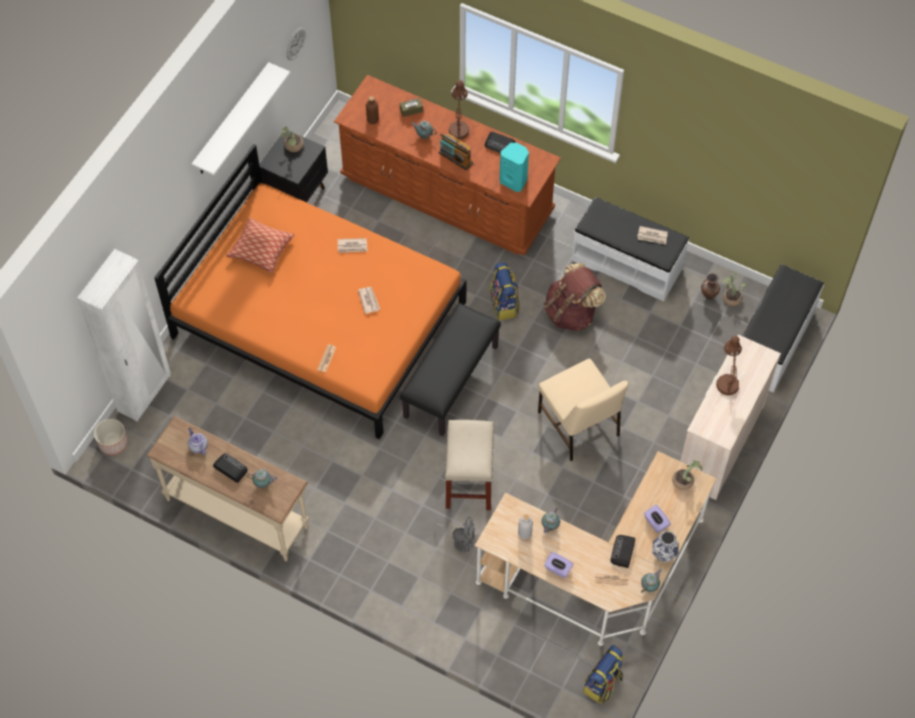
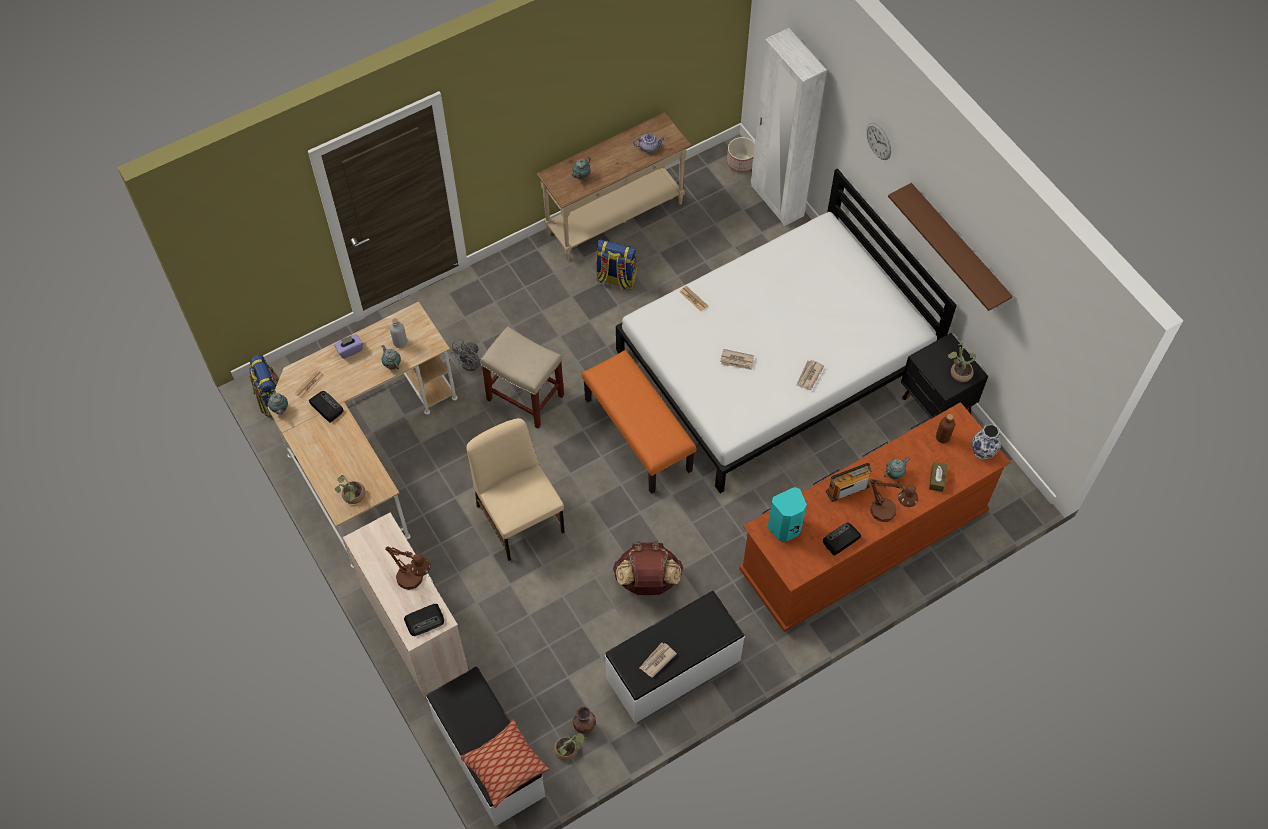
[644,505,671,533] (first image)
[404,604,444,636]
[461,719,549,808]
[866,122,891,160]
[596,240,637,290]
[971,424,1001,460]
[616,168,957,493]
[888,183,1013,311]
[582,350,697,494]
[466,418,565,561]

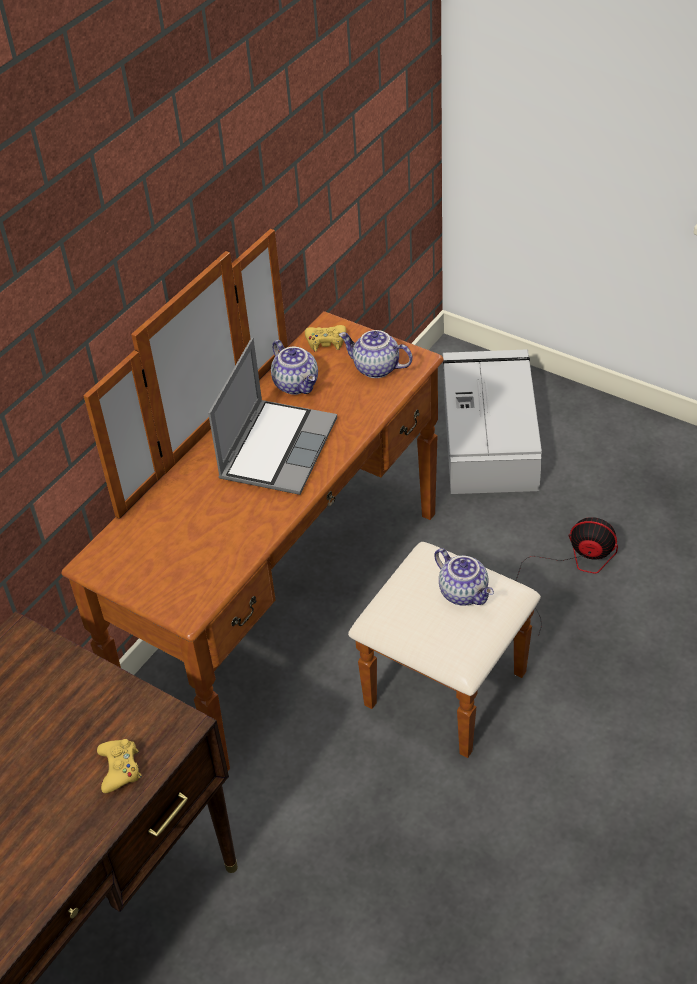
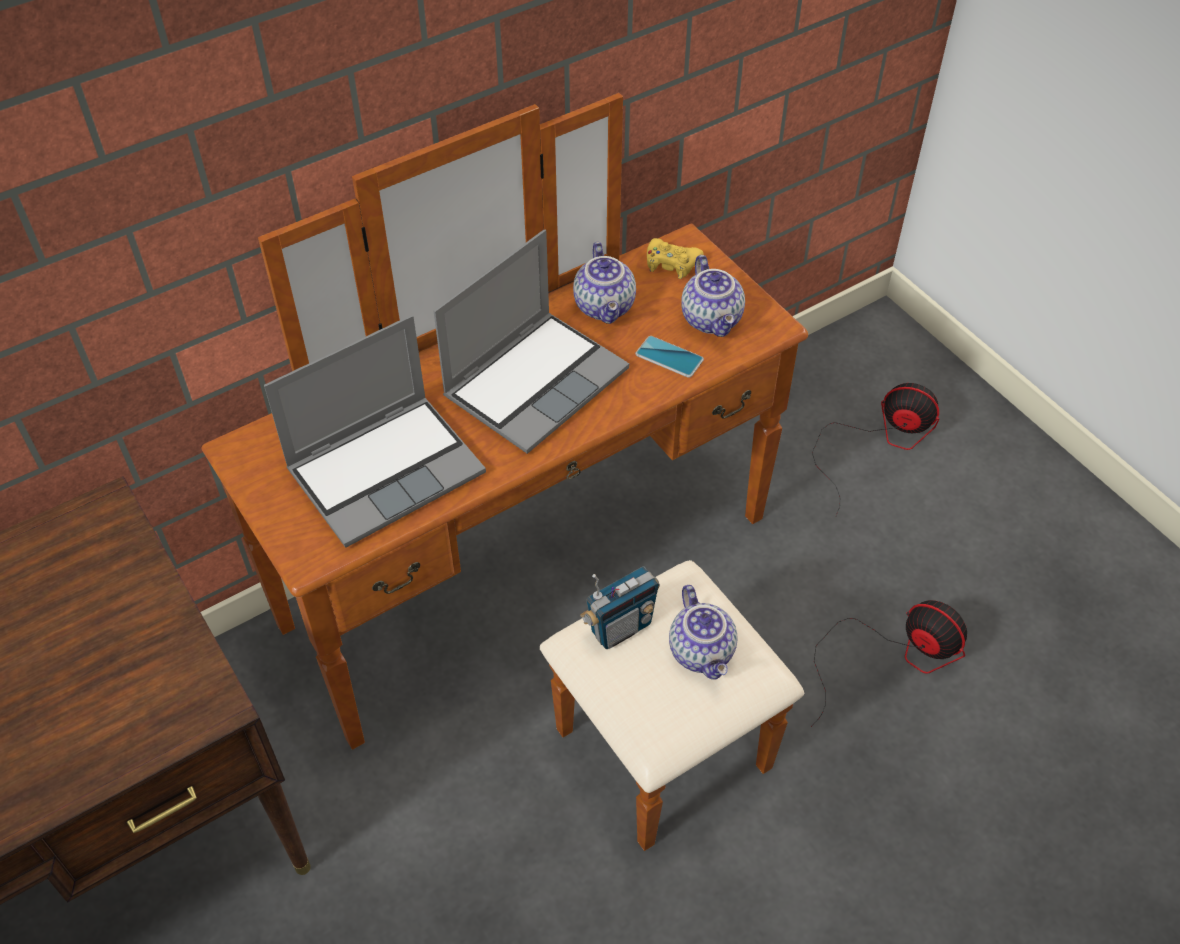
[97,739,142,793] (first image)
[264,315,486,548]
[580,566,660,649]
[635,336,704,378]
[812,383,939,517]
[681,255,745,337]

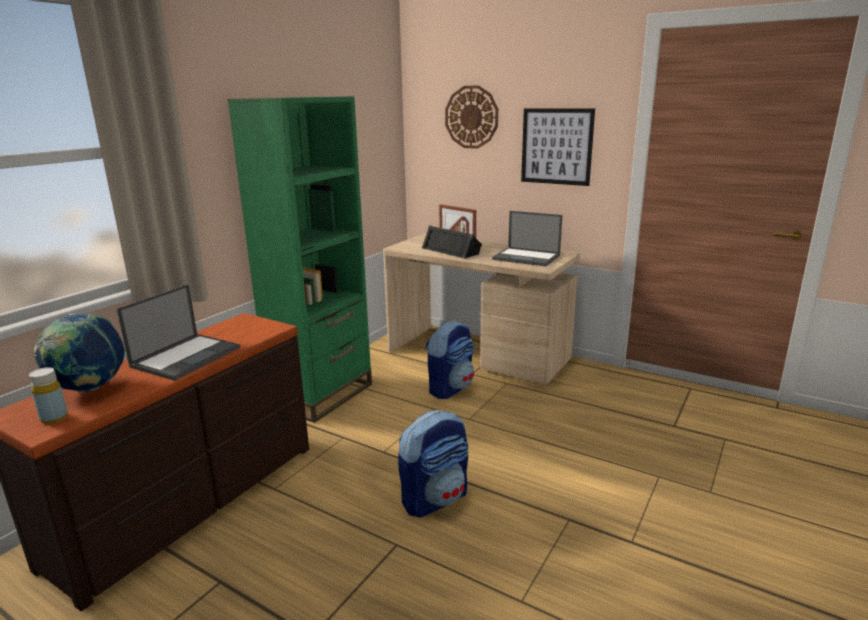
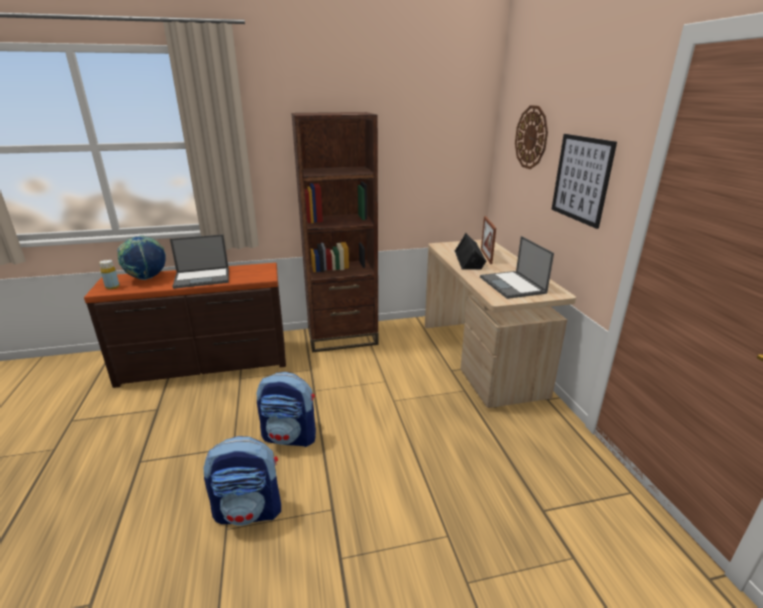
[203,436,281,526]
[291,112,379,352]

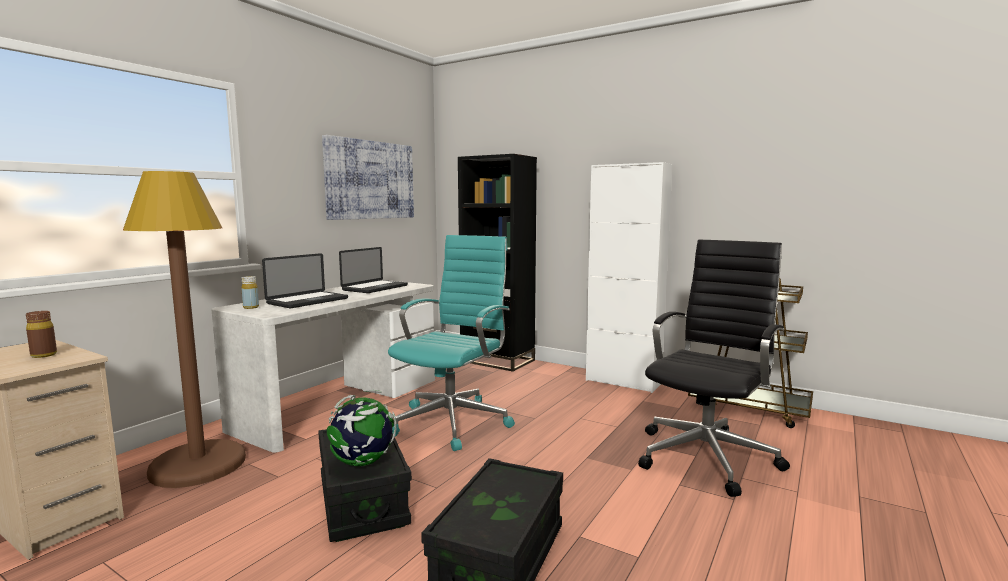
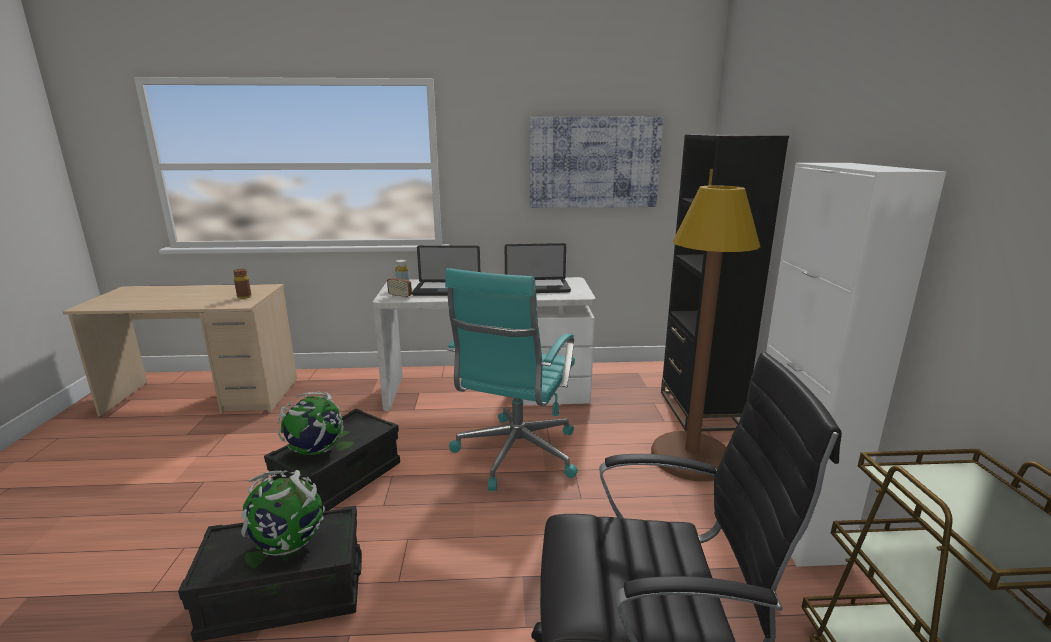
[241,470,325,556]
[387,266,412,299]
[651,185,760,481]
[445,268,578,491]

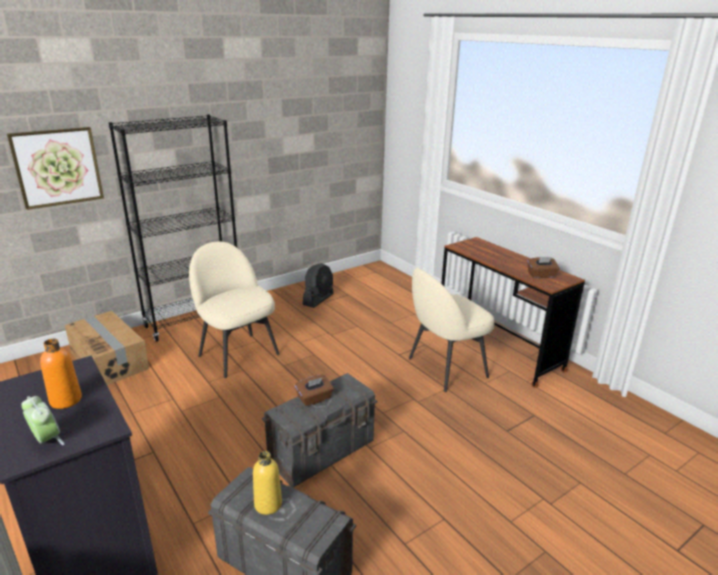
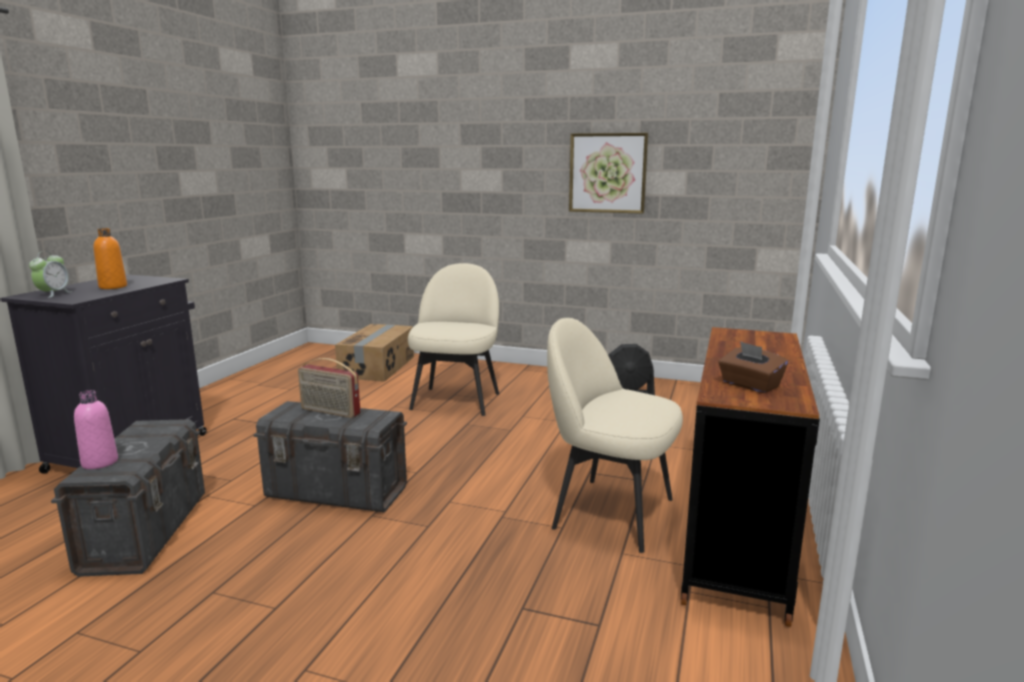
[109,114,237,342] (first image)
[253,451,282,515] (first image)
[74,390,118,469]
[569,133,648,214]
[298,358,360,418]

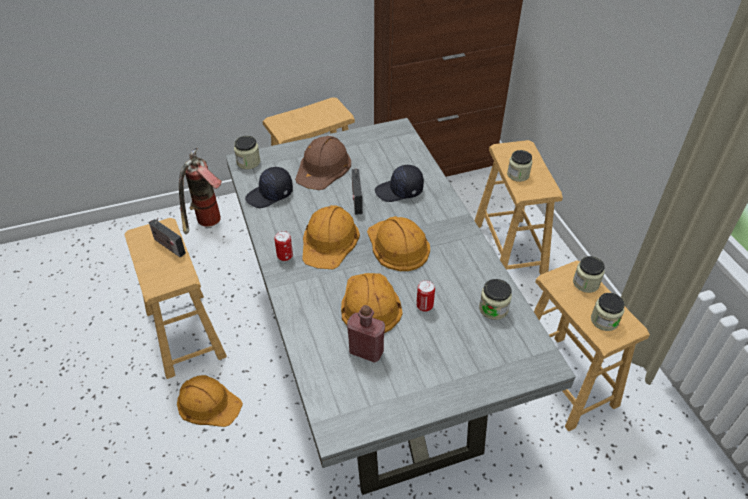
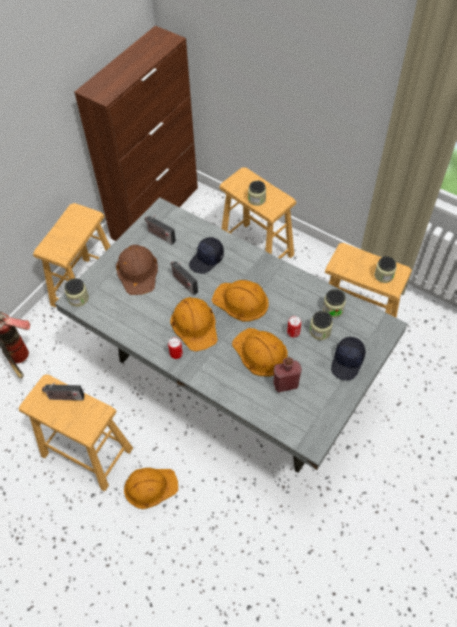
[145,215,176,245]
[331,337,365,381]
[309,311,333,340]

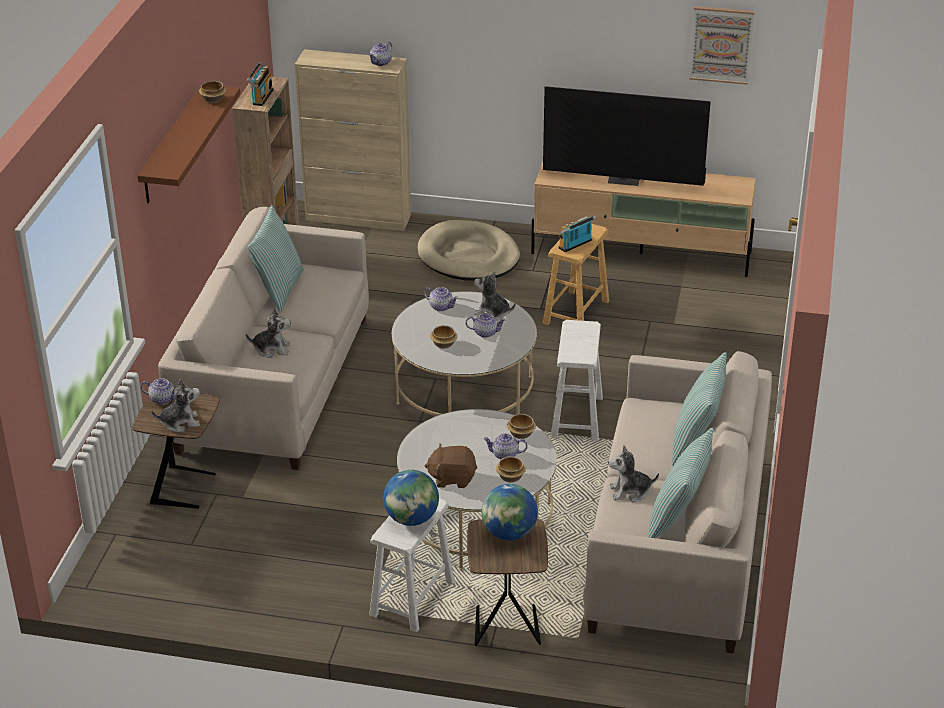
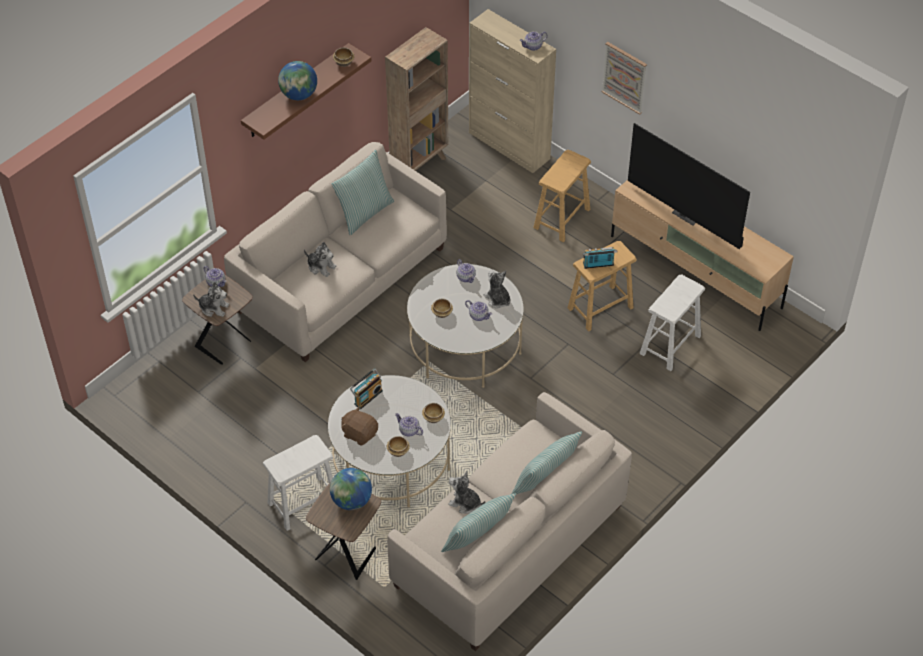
[350,369,383,409]
[278,61,317,100]
[640,275,705,371]
[601,42,647,115]
[533,150,591,242]

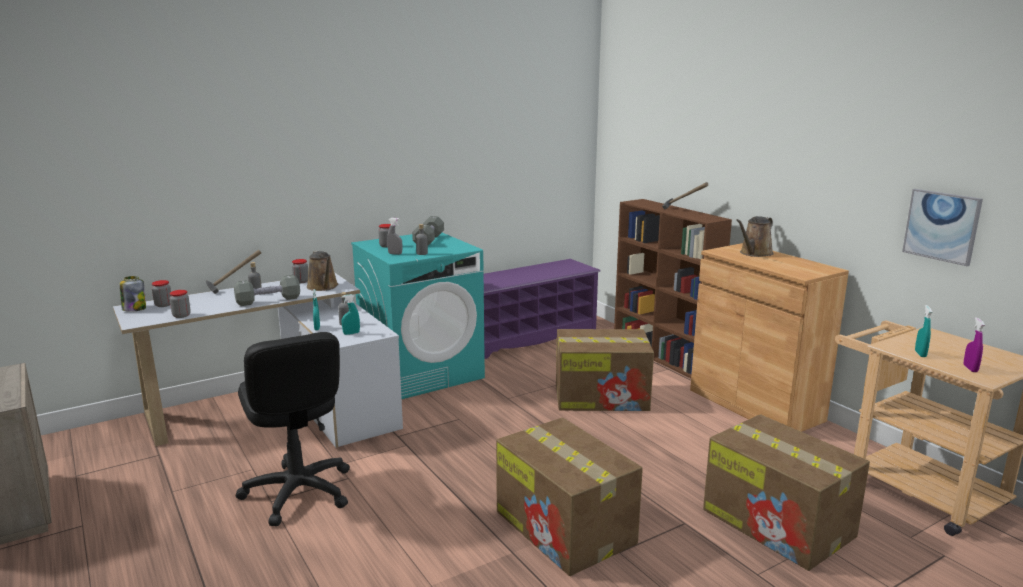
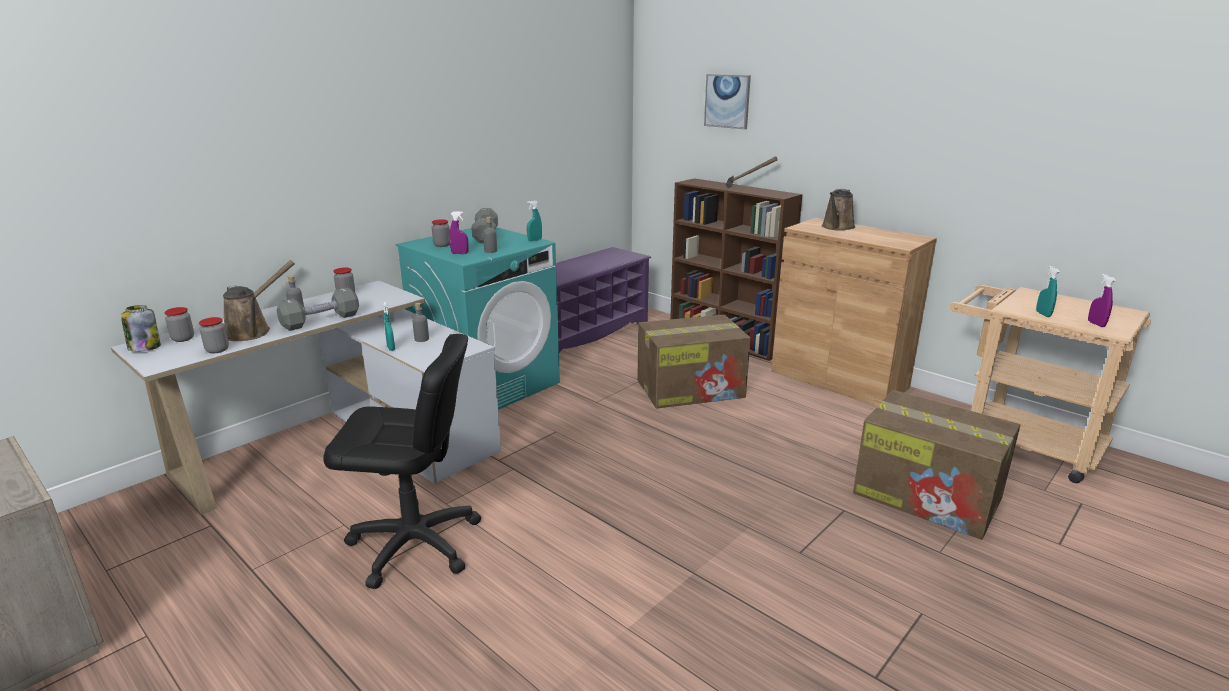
[496,418,643,576] (first image)
[223,285,270,341]
[527,200,542,241]
[704,74,751,129]
[449,211,469,254]
[323,334,481,589]

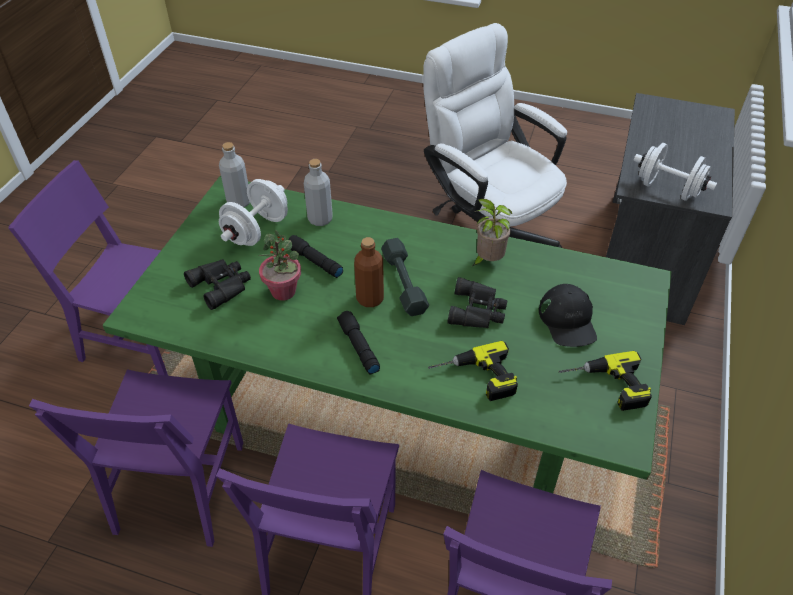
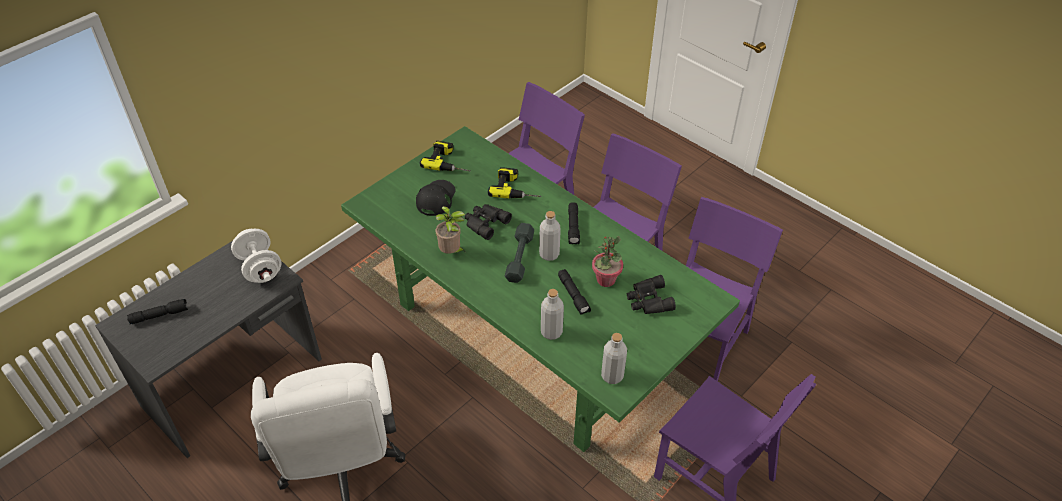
[219,179,288,246] (first image)
[127,299,188,324]
[539,211,561,261]

